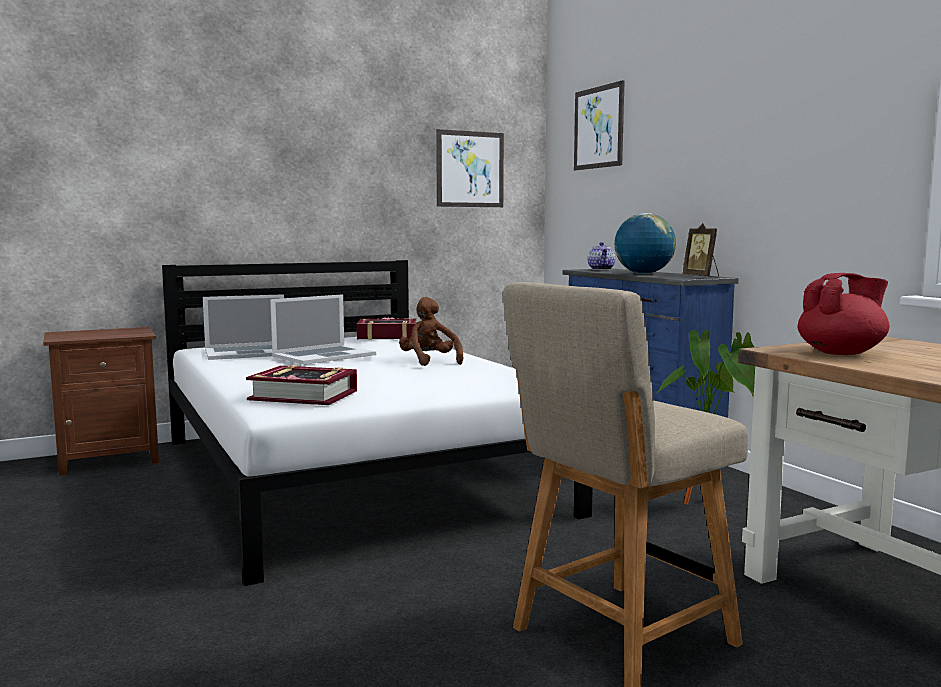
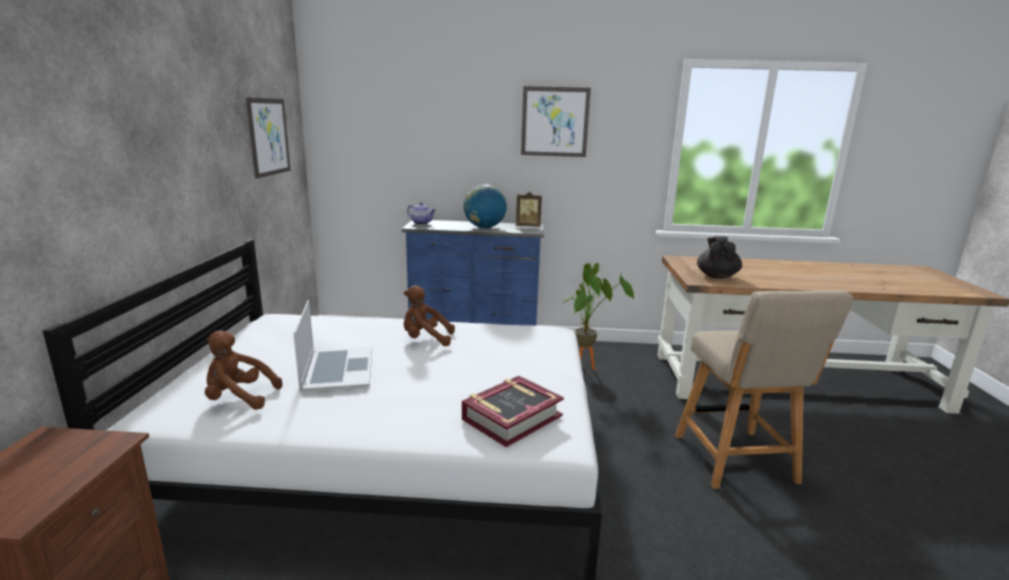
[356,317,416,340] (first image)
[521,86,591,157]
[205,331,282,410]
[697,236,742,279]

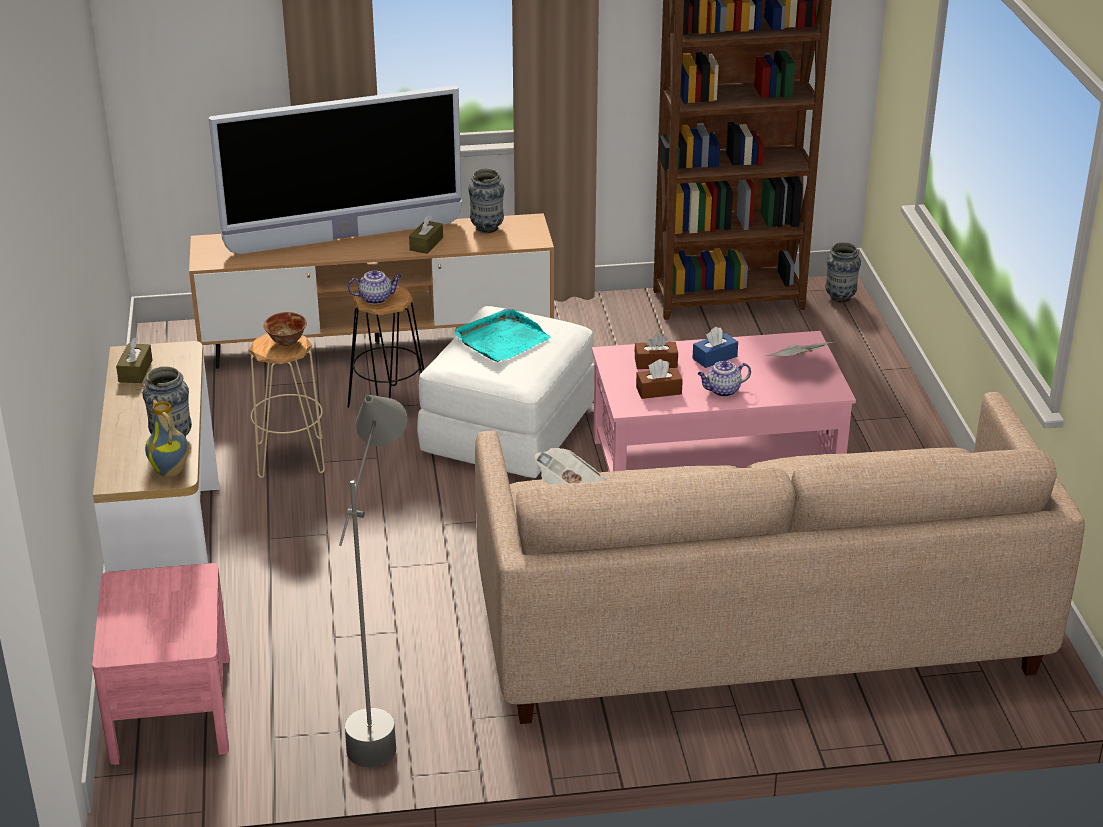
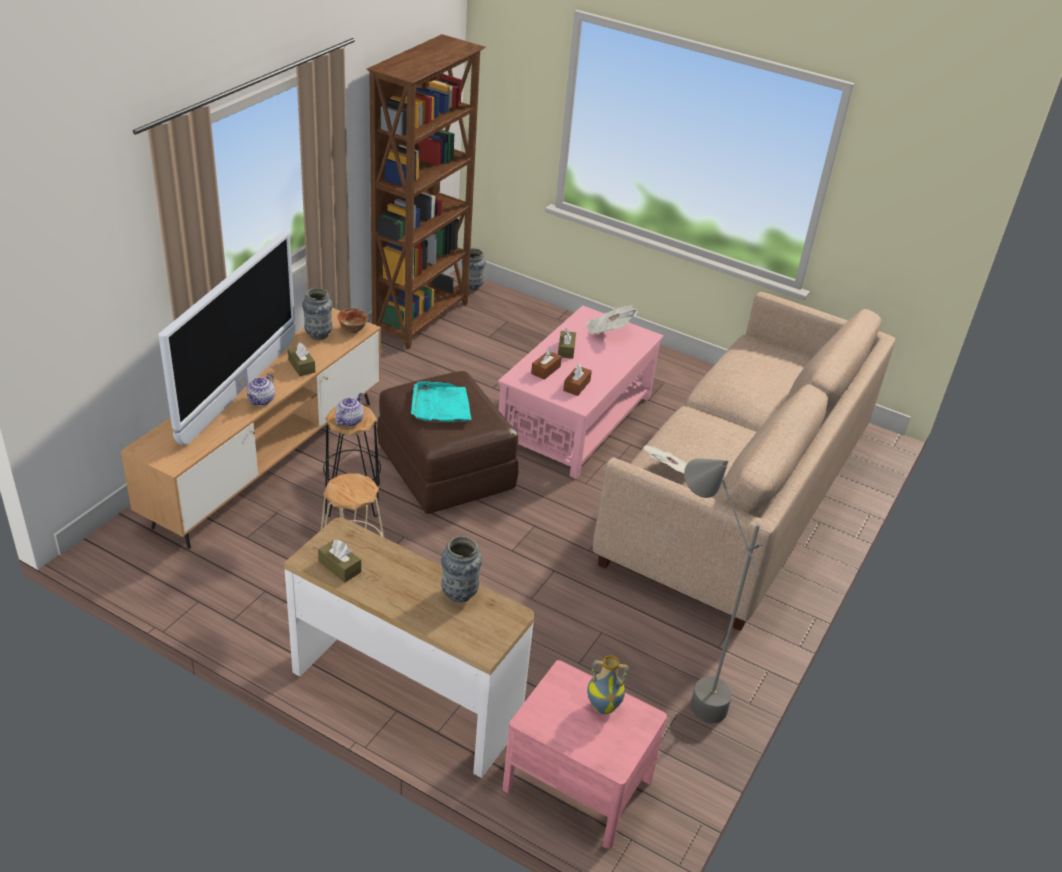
[587,655,629,714]
[337,308,368,333]
[247,373,275,405]
[377,371,518,514]
[558,328,576,359]

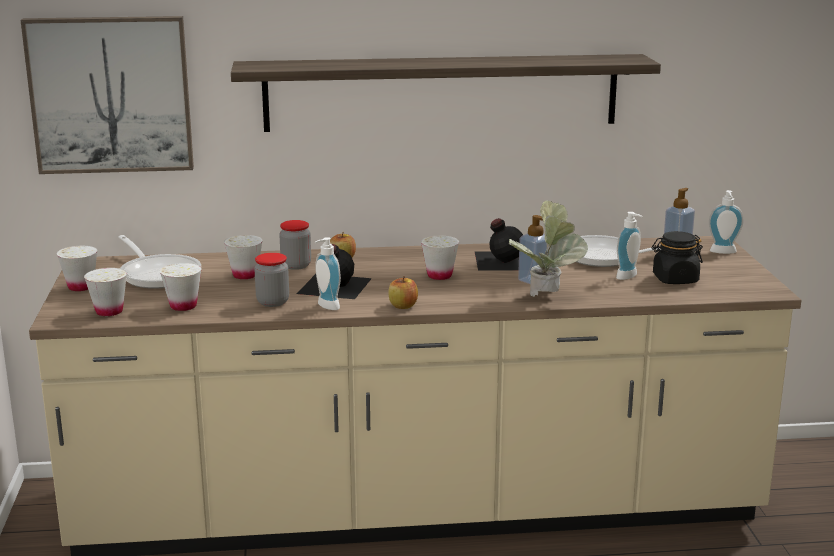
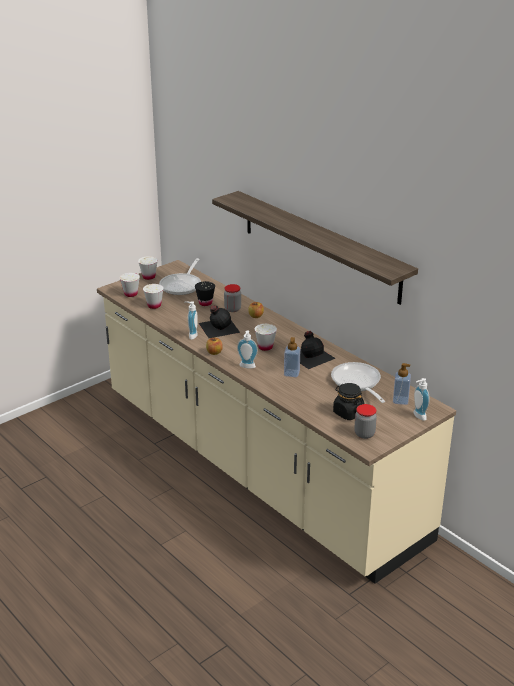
[21,16,194,174] (first image)
[508,200,588,297] (first image)
[354,404,377,439]
[237,330,258,368]
[195,281,215,306]

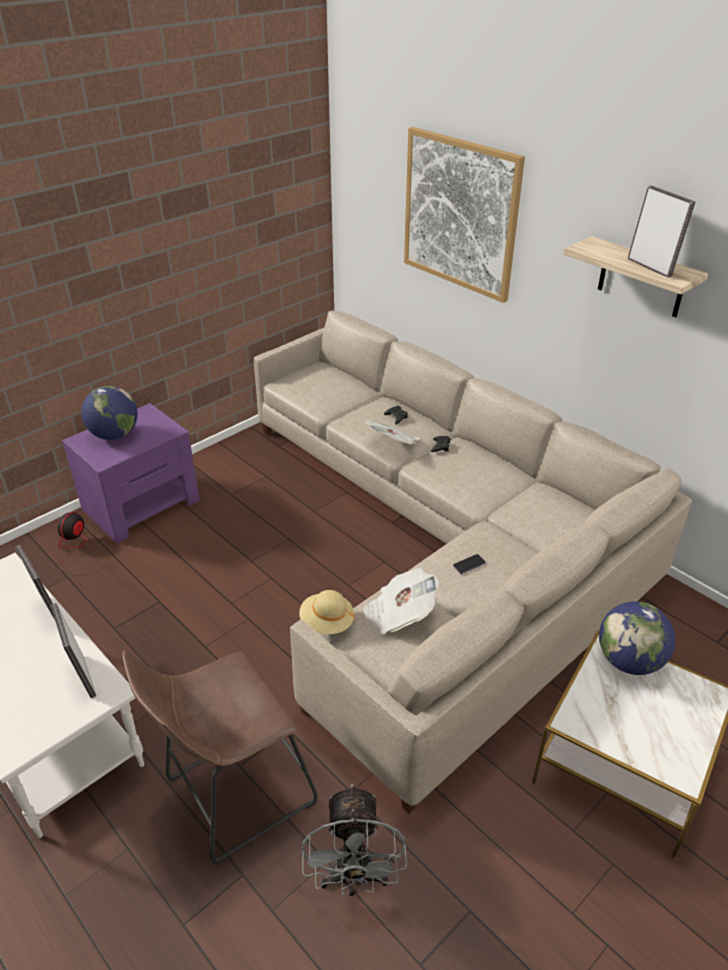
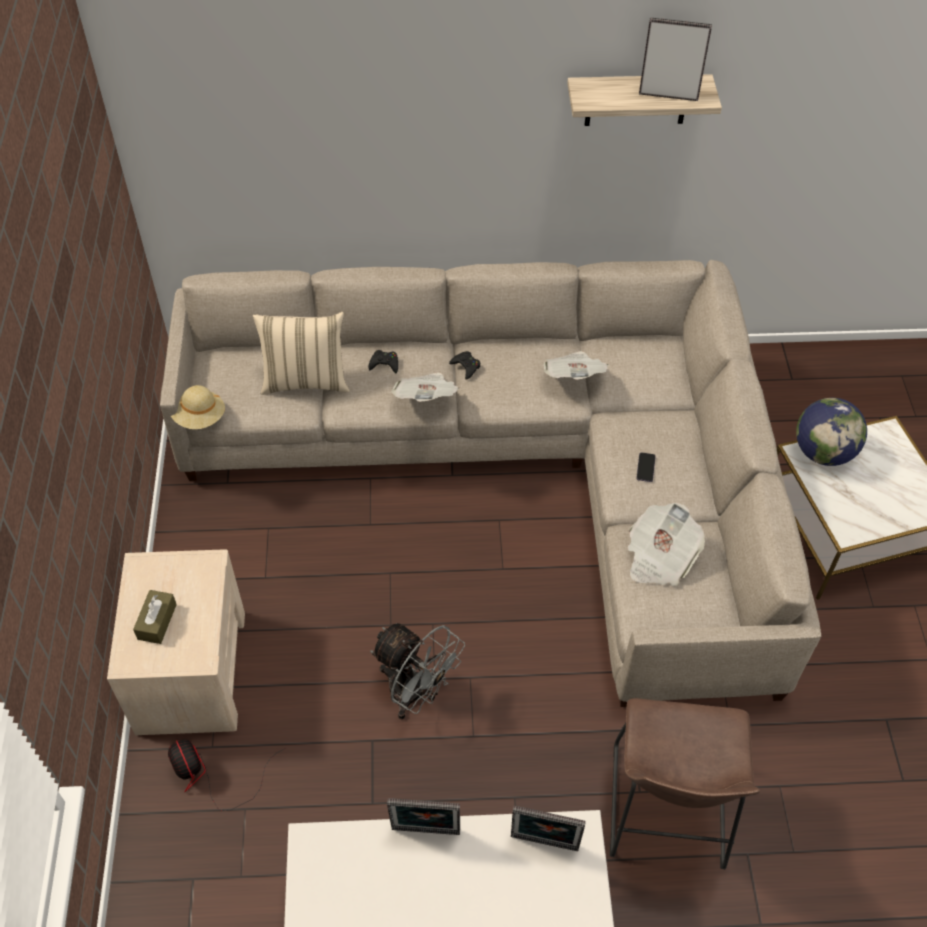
[404,127,525,303] (first image)
[253,312,350,395]
[544,351,608,380]
[171,385,225,429]
[370,623,465,720]
[133,590,177,644]
[107,549,245,735]

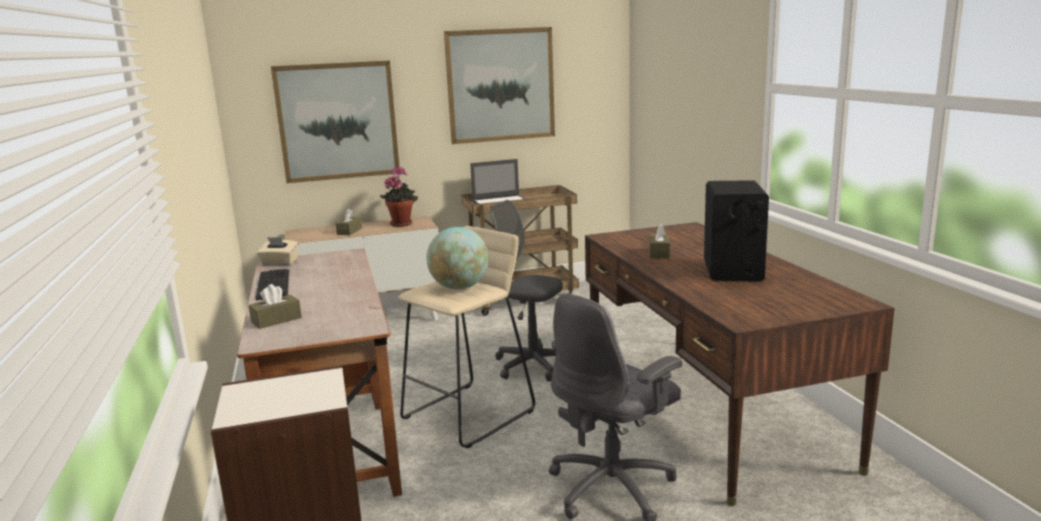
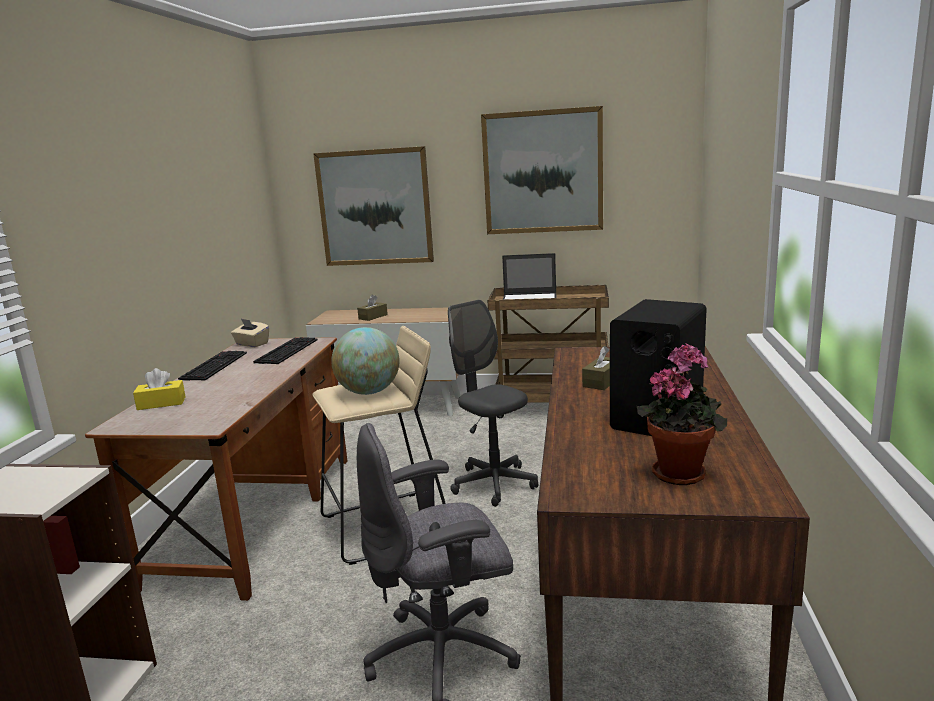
[253,337,318,364]
[637,343,727,485]
[133,368,186,410]

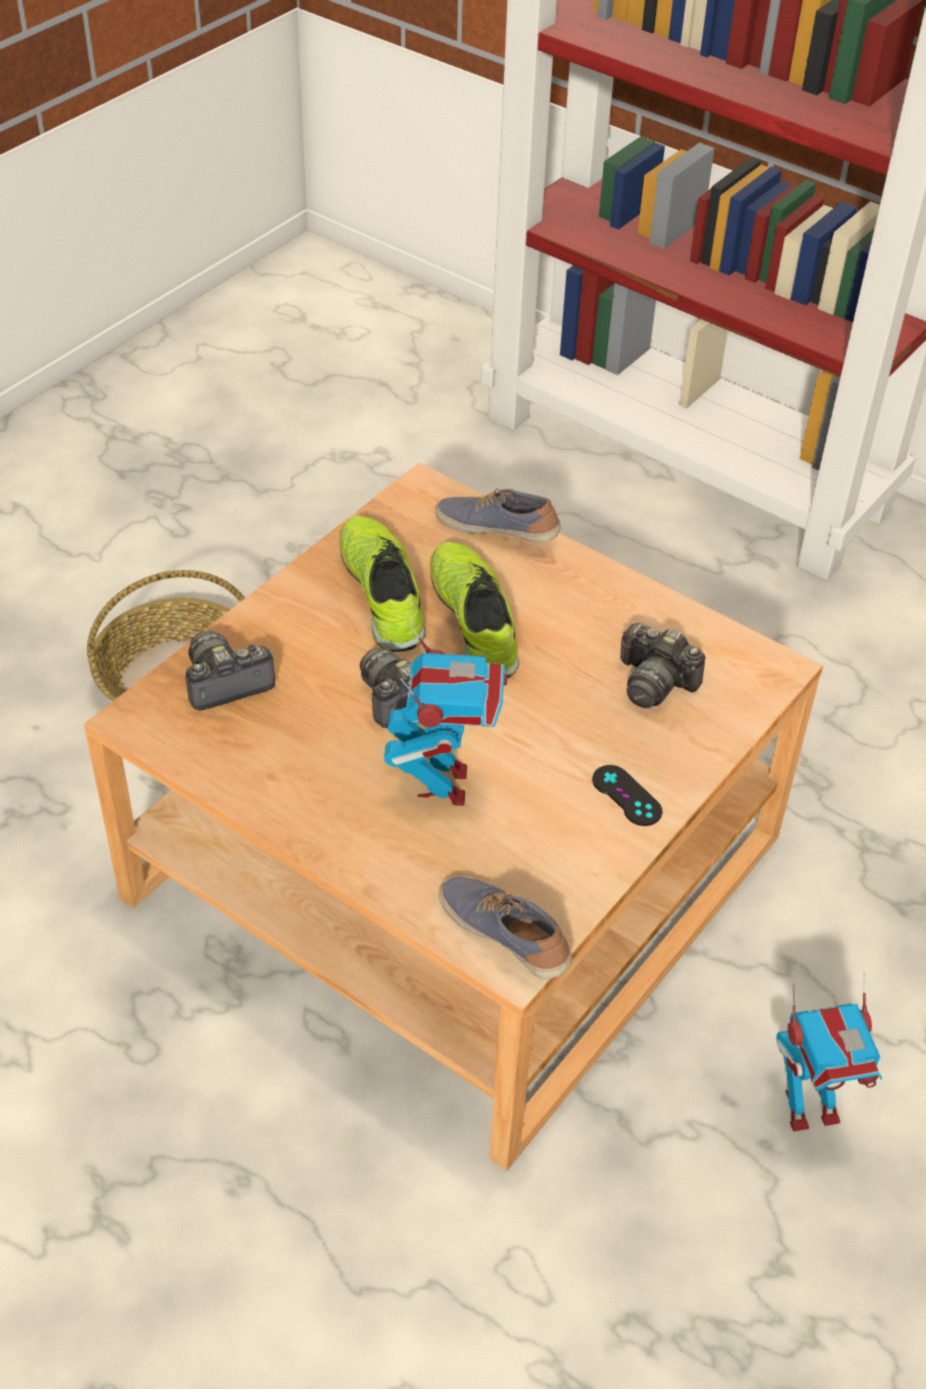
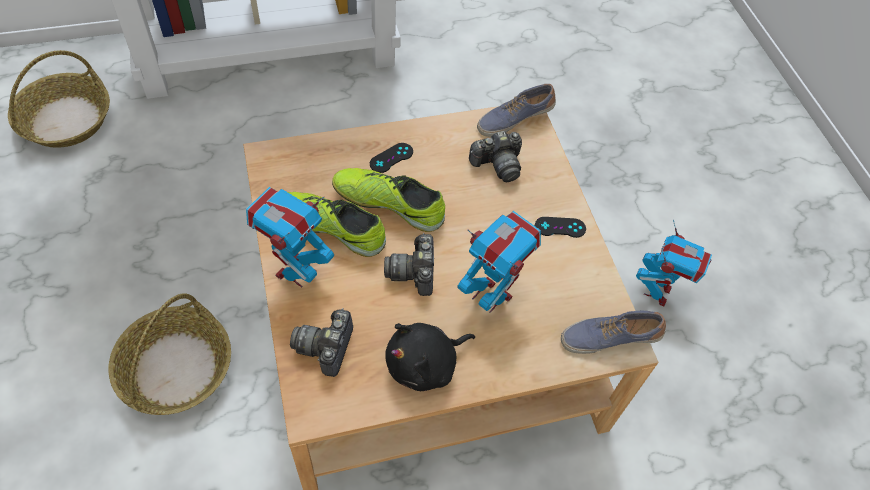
[8,50,110,148]
[246,187,334,287]
[370,143,413,173]
[385,323,475,391]
[477,84,556,137]

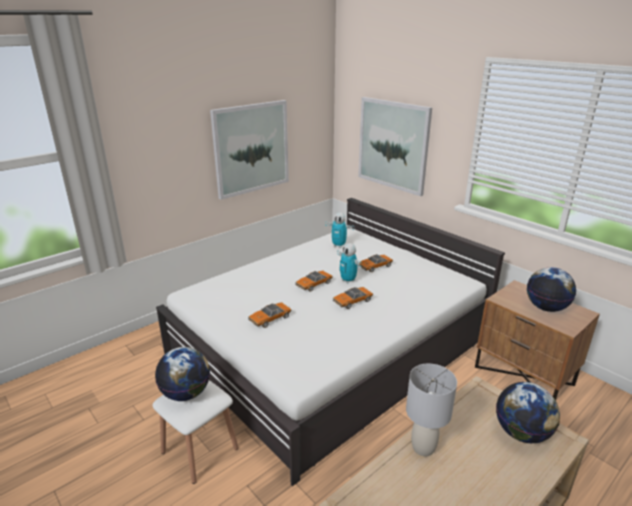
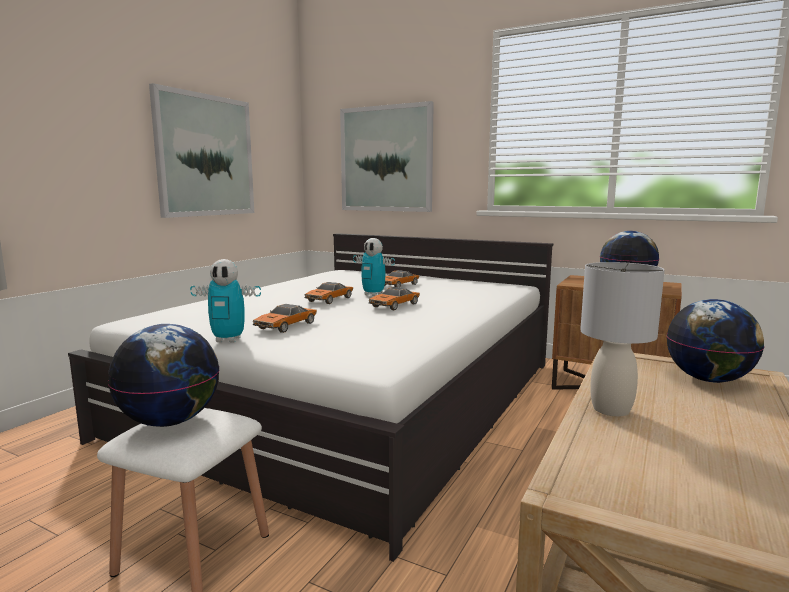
[190,259,261,342]

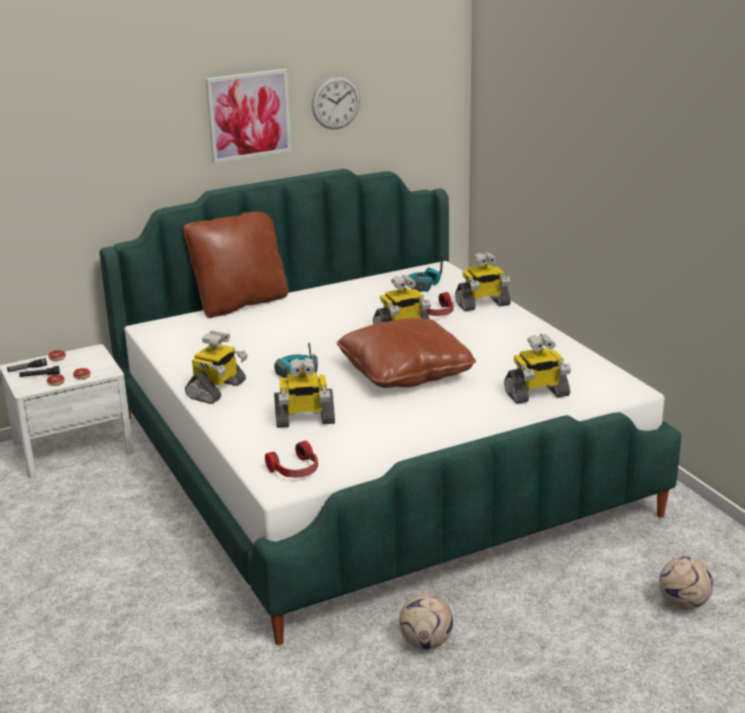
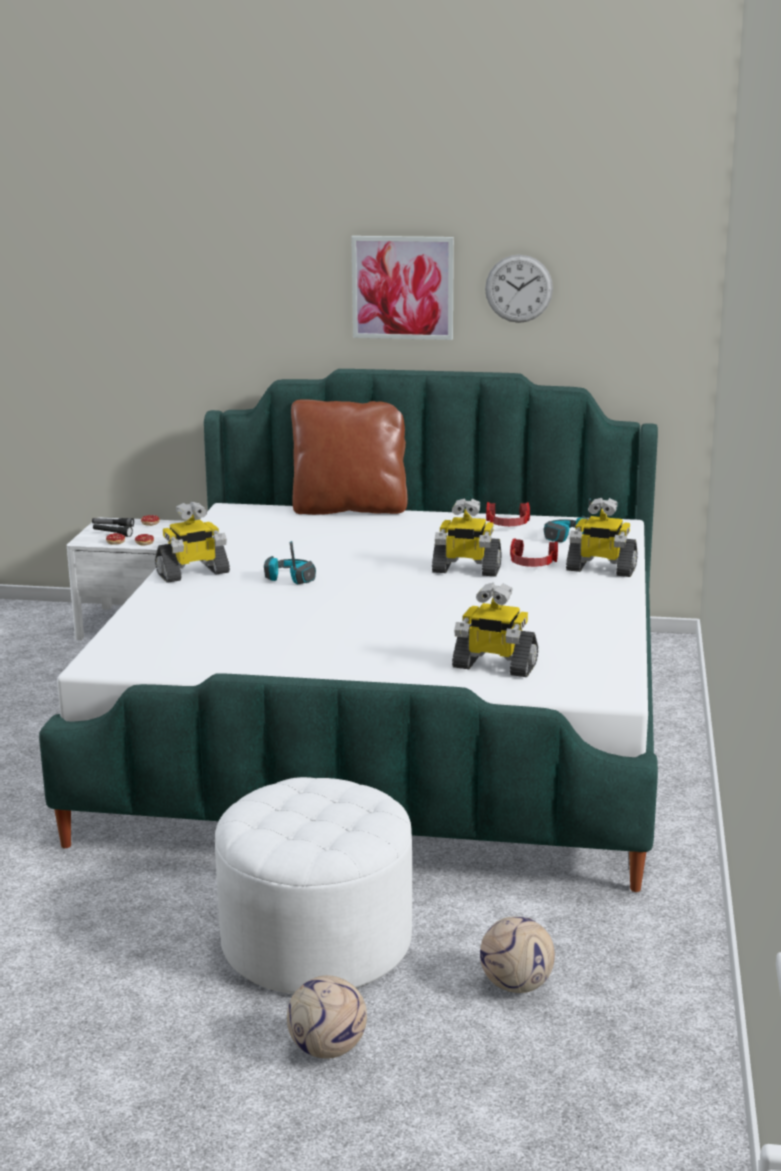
[274,358,335,428] (first image)
[337,318,476,388] (first image)
[215,777,412,994]
[486,502,530,526]
[287,975,367,1059]

